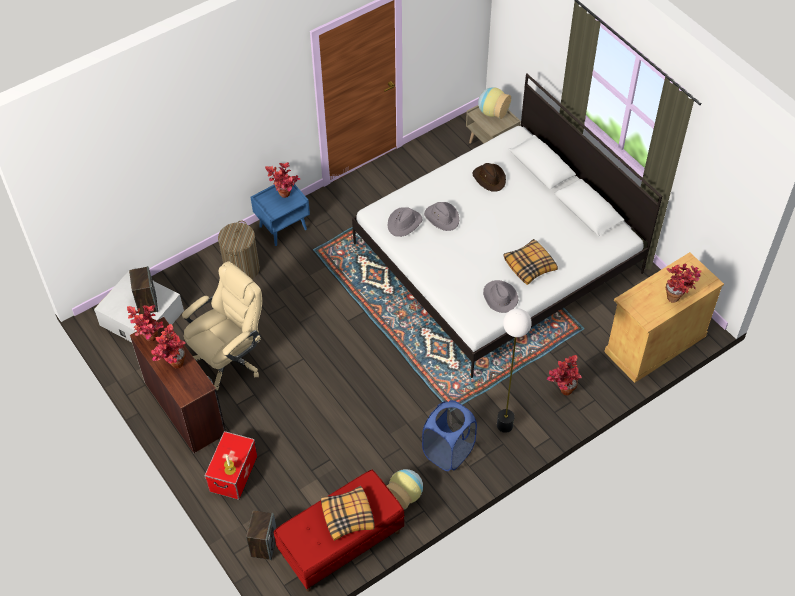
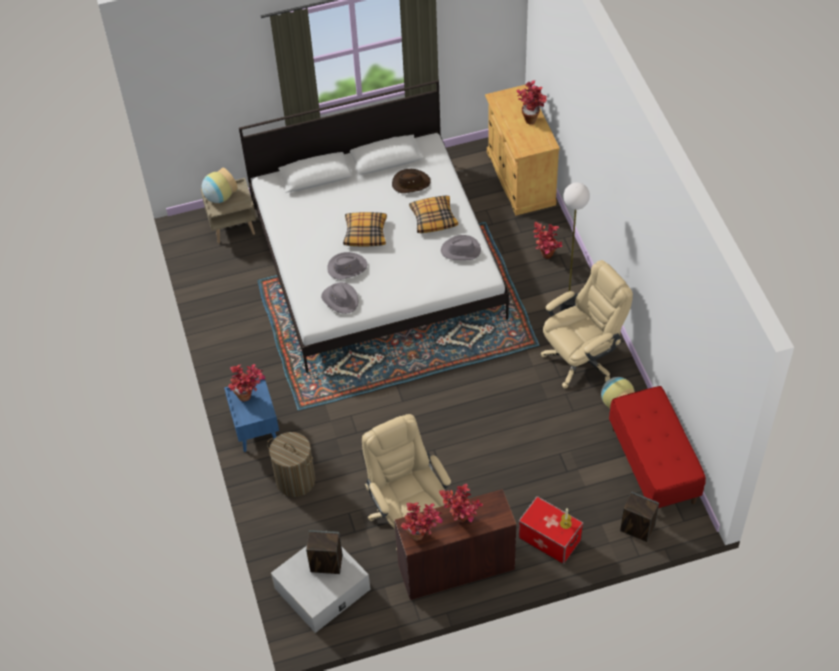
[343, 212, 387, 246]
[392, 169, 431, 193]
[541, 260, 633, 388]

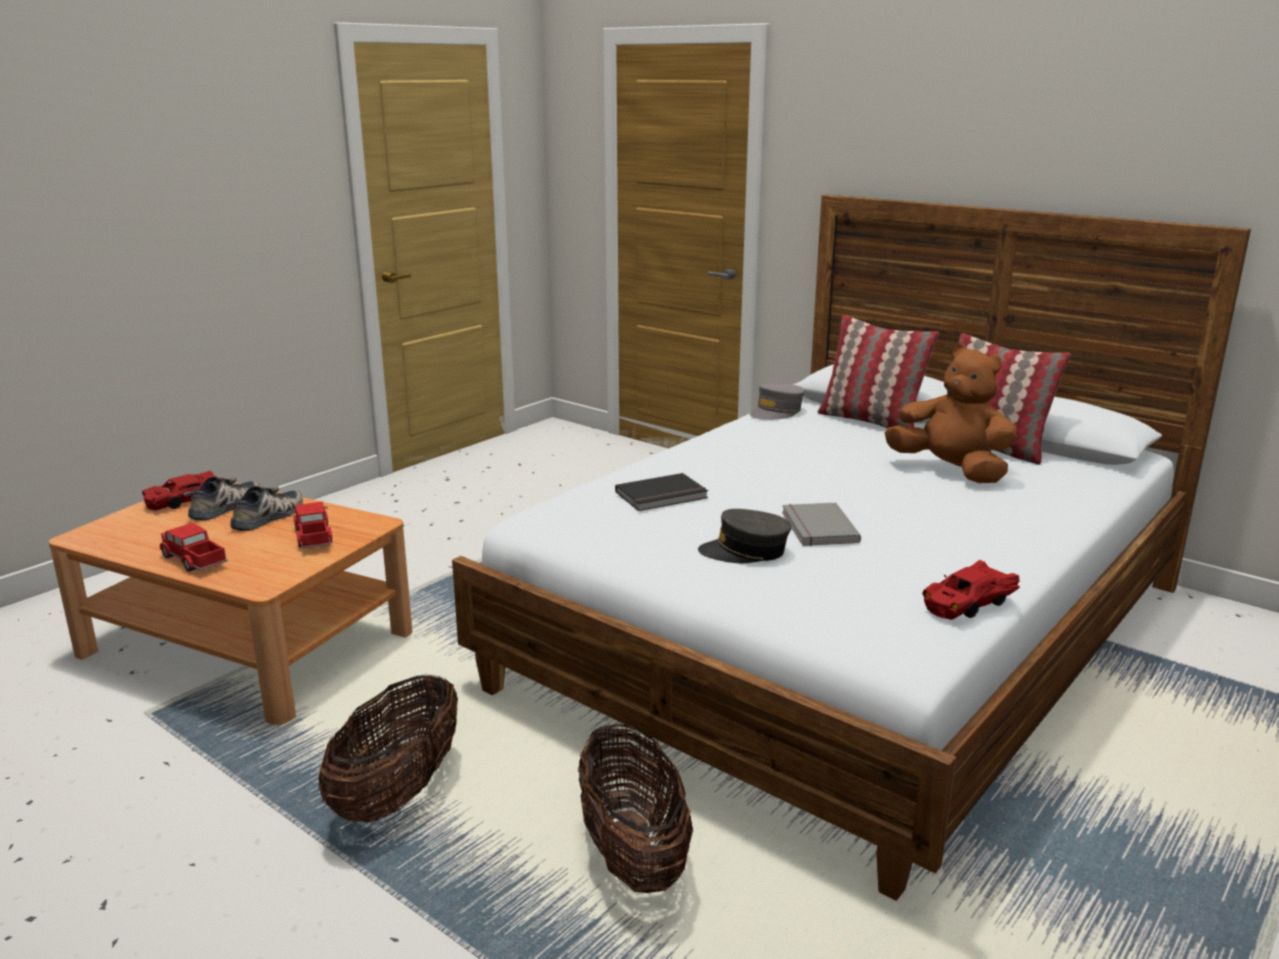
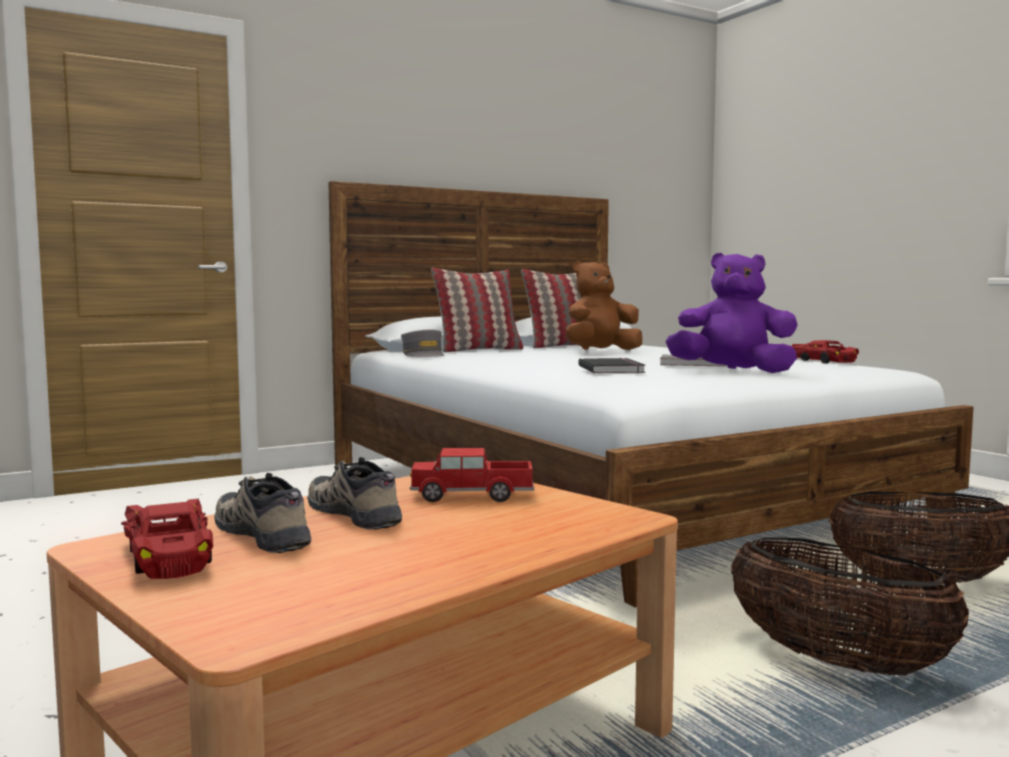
[666, 253, 798, 373]
[160, 523, 228, 572] (first image)

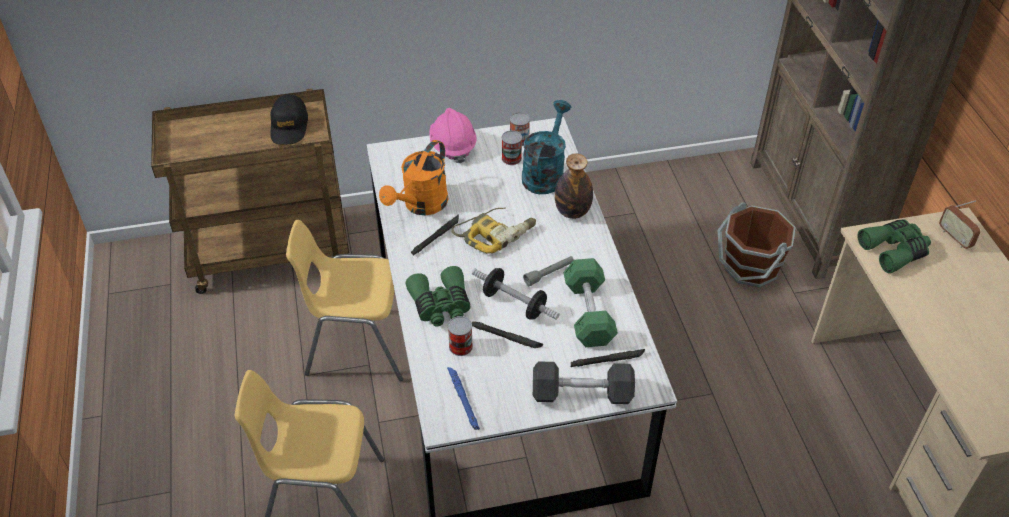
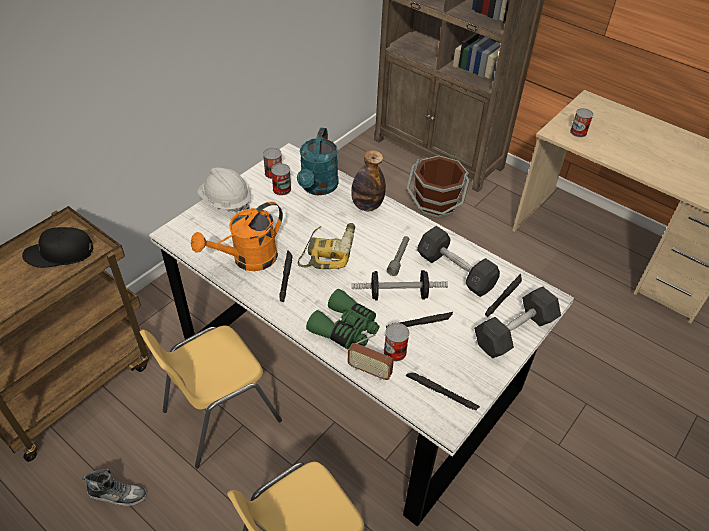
[22, 227, 93, 268]
[82, 469, 147, 506]
[191, 202, 283, 271]
[197, 168, 251, 212]
[297, 128, 339, 195]
[348, 334, 394, 380]
[406, 373, 480, 410]
[417, 226, 500, 297]
[570, 108, 593, 137]

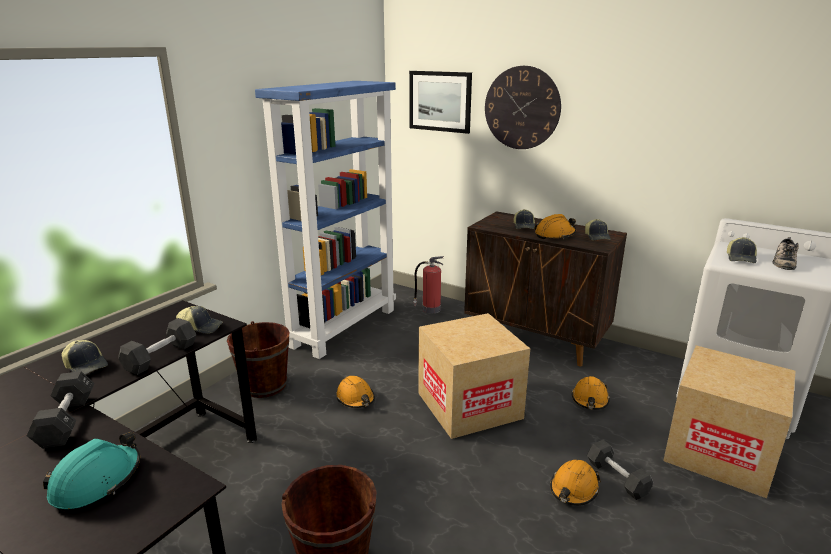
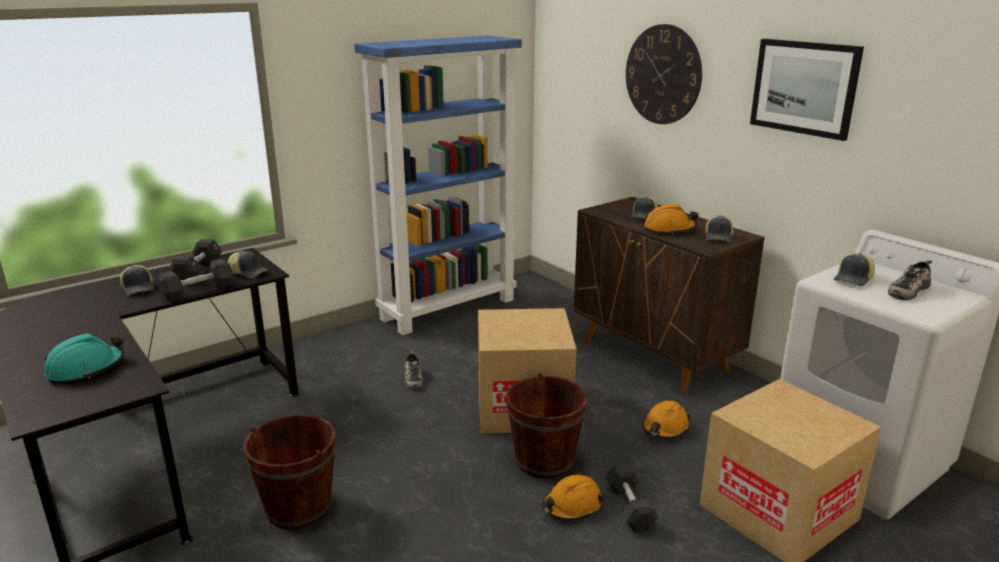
[169, 239, 222, 280]
[404, 351, 423, 390]
[506, 373, 587, 479]
[750, 39, 864, 141]
[413, 256, 444, 314] (first image)

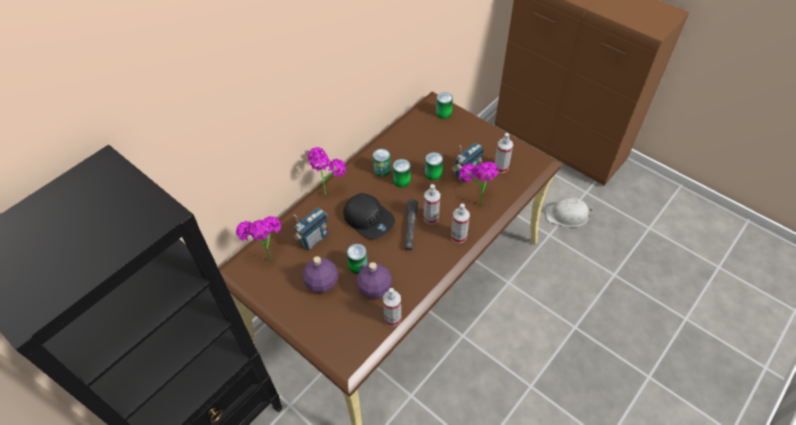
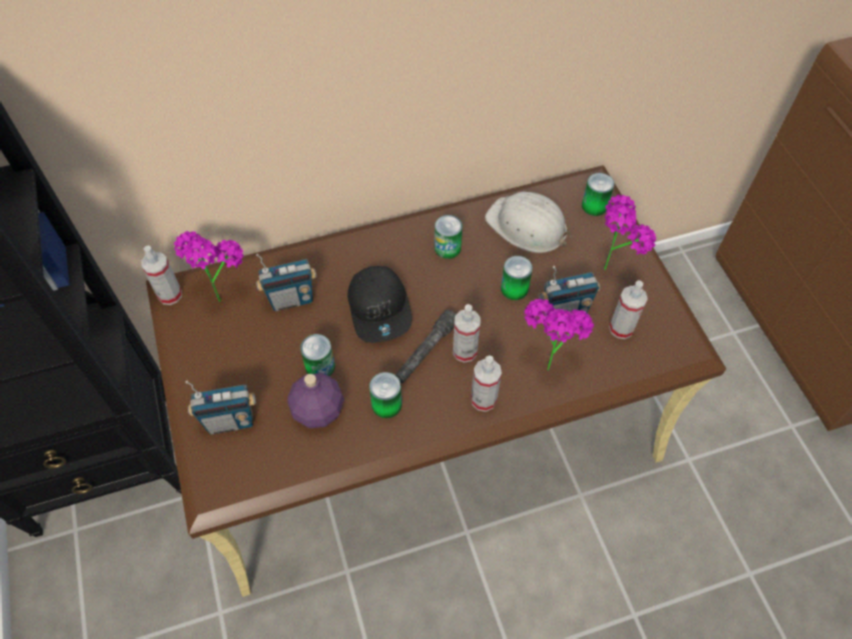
[141, 246, 182, 305]
[185, 381, 256, 435]
[369, 372, 402, 418]
[485, 192, 572, 253]
[604, 195, 656, 270]
[303, 256, 338, 293] (first image)

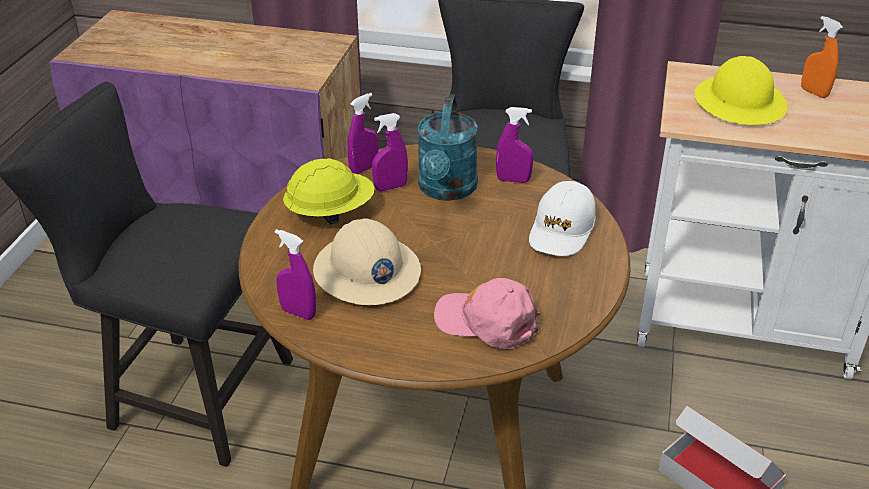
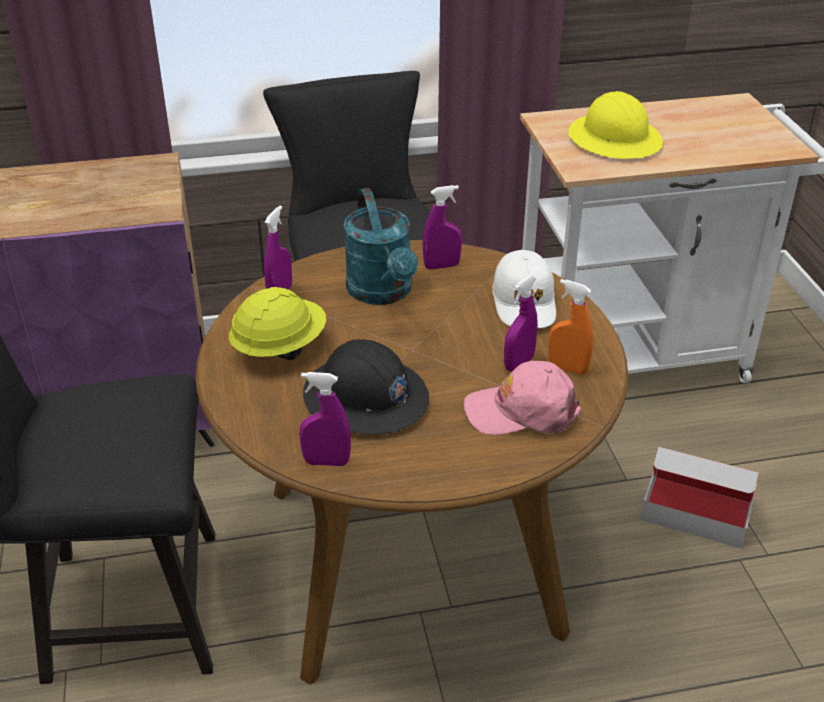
[303, 339, 429, 434]
[504, 276, 538, 371]
[548, 279, 594, 375]

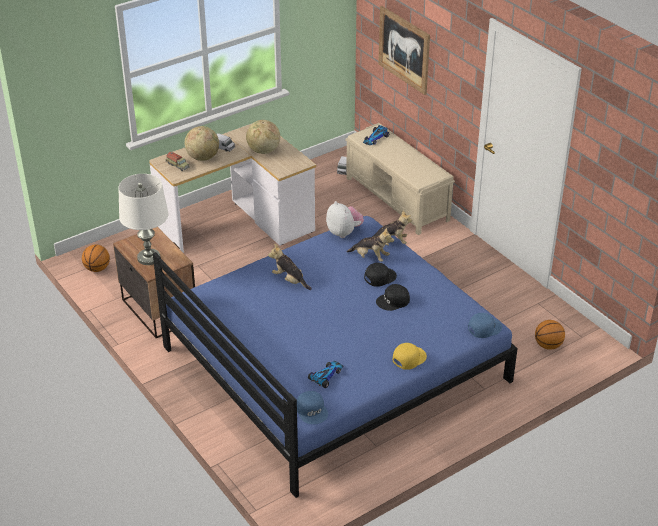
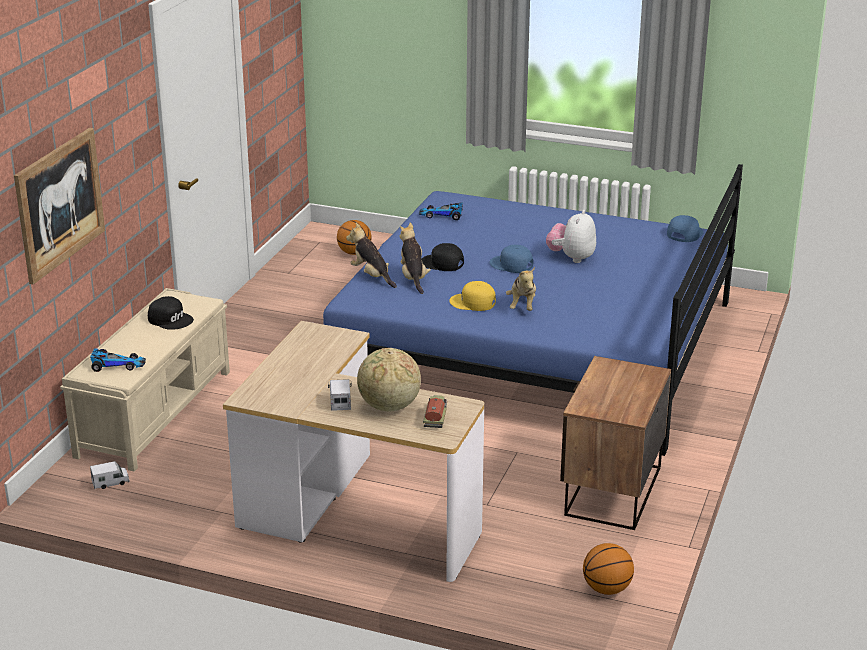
[148, 296, 194, 330]
[419, 202, 463, 220]
[449, 281, 496, 311]
[489, 245, 533, 273]
[546, 210, 596, 263]
[118, 174, 168, 265] (first image)
[246, 120, 280, 154] (first image)

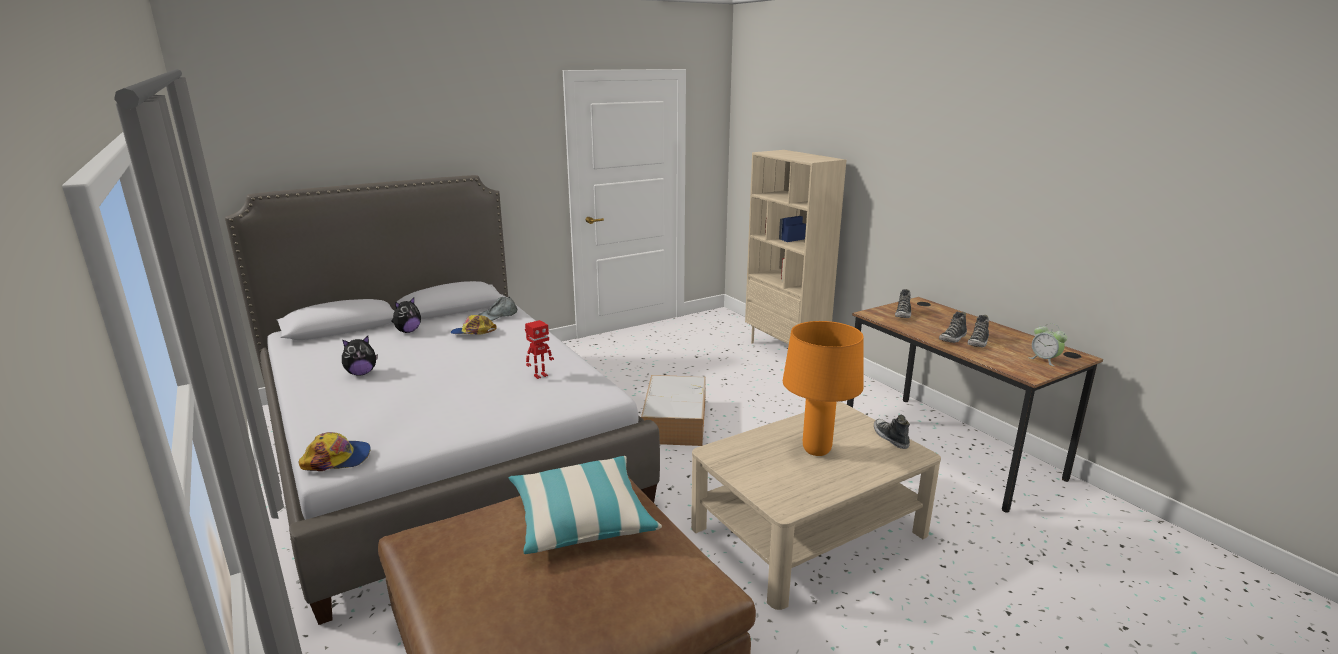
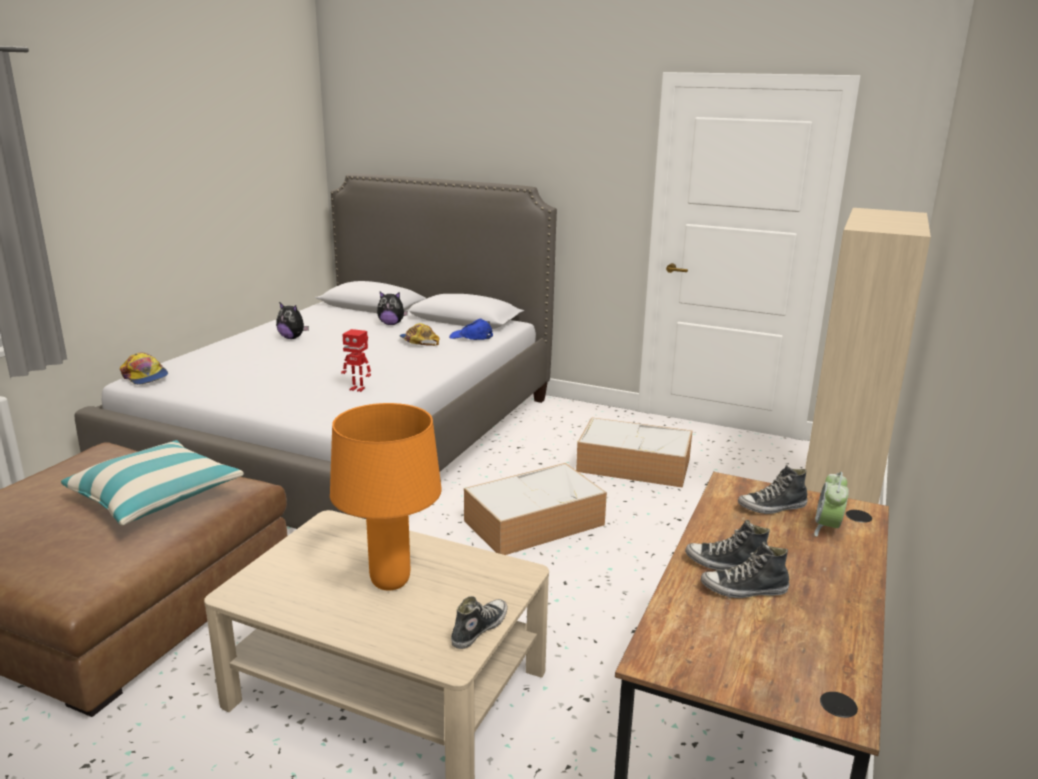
[449, 319, 493, 340]
[576, 417, 692, 488]
[814, 472, 849, 537]

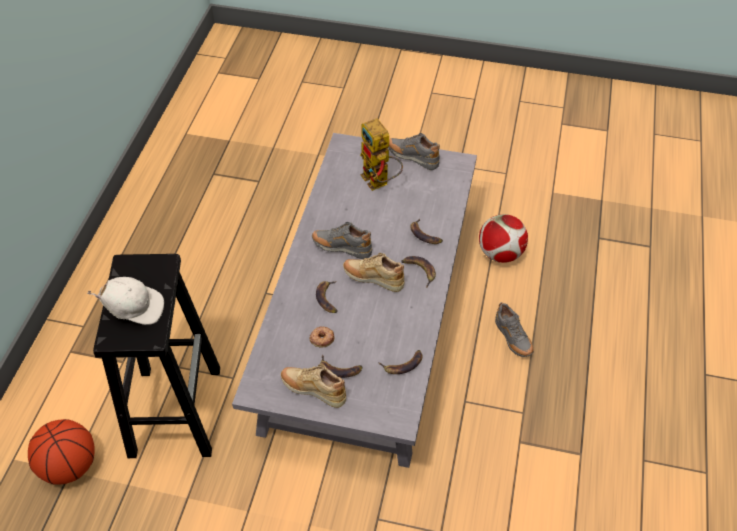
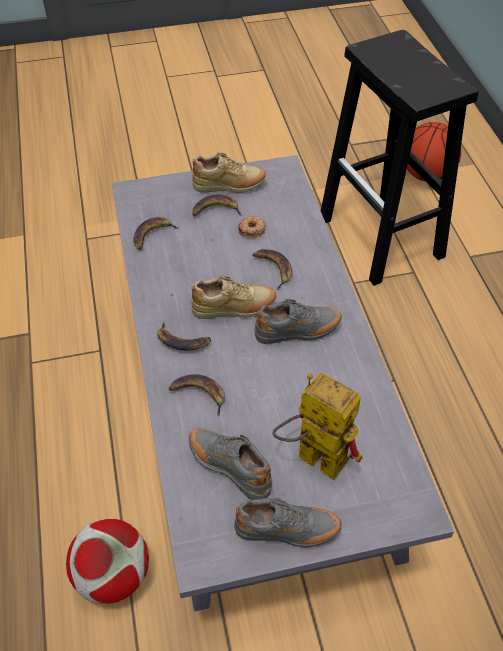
[189, 428, 272, 500]
[87, 277, 164, 325] (first image)

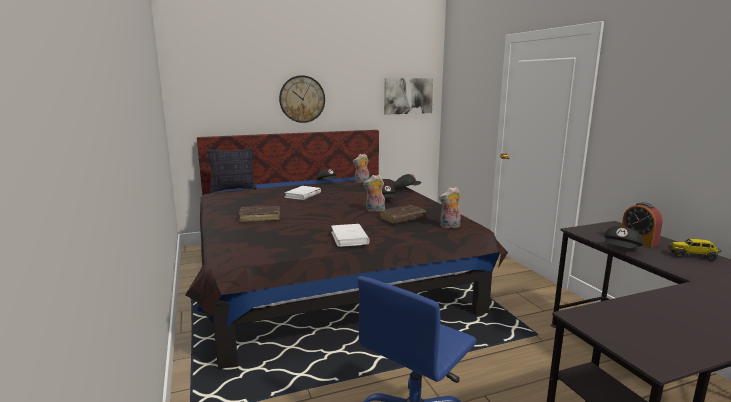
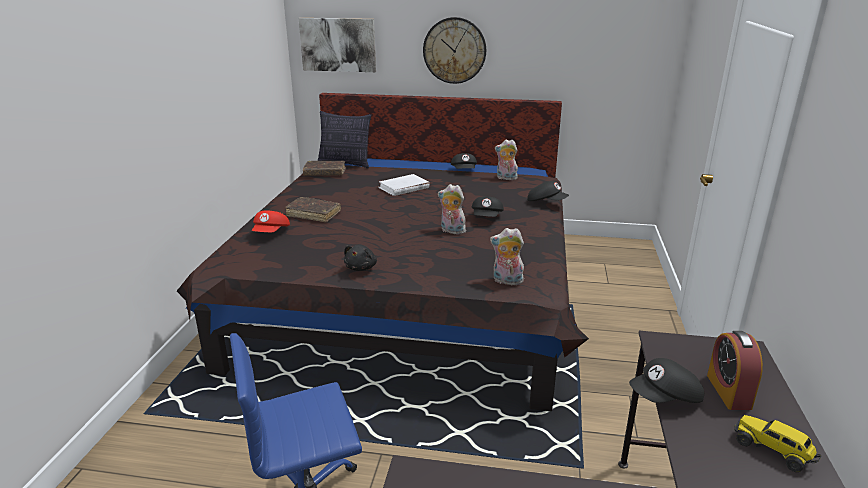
[252, 210, 290, 232]
[299, 18, 376, 72]
[303, 161, 346, 176]
[344, 245, 377, 271]

